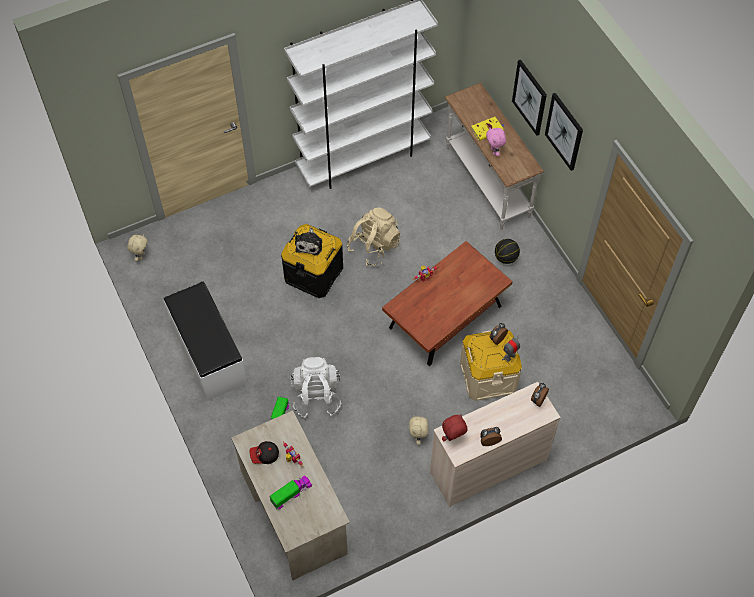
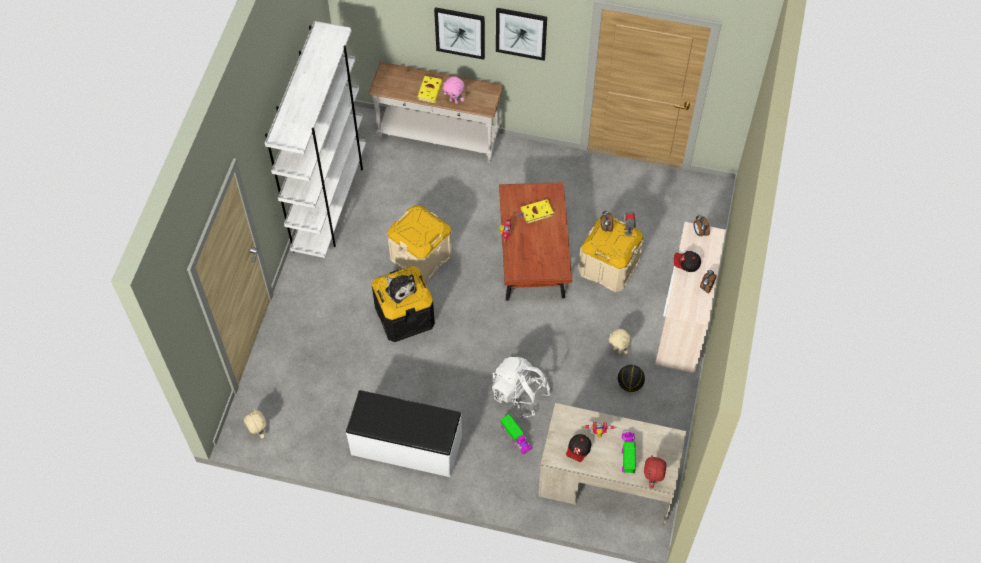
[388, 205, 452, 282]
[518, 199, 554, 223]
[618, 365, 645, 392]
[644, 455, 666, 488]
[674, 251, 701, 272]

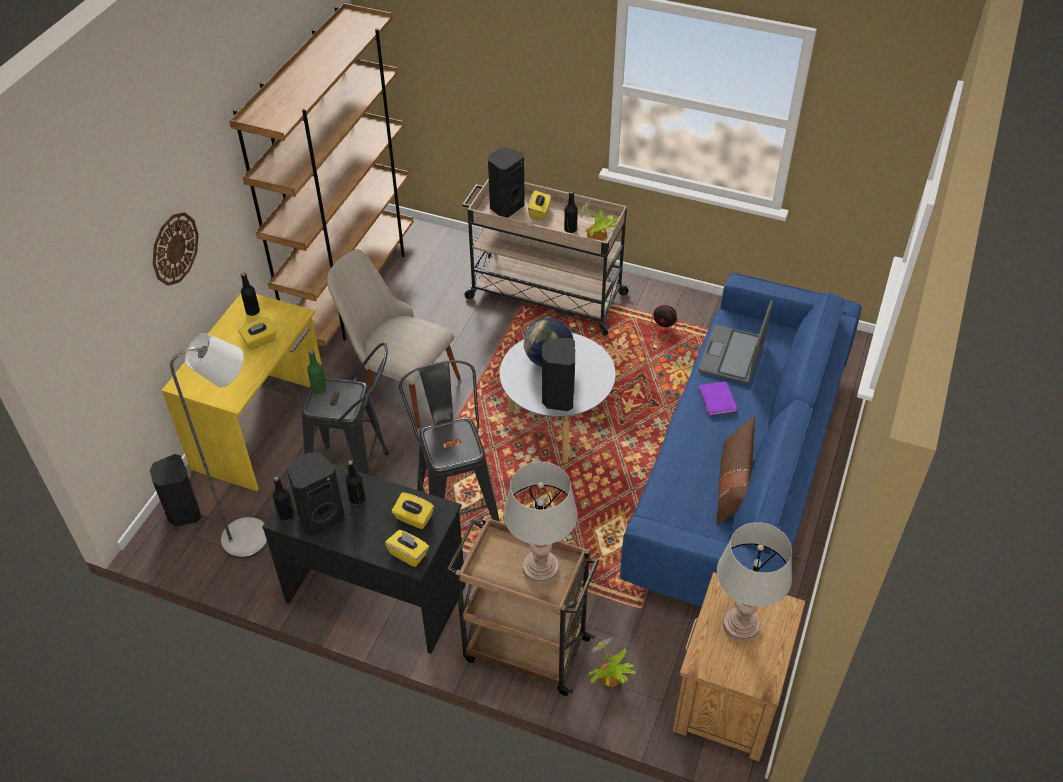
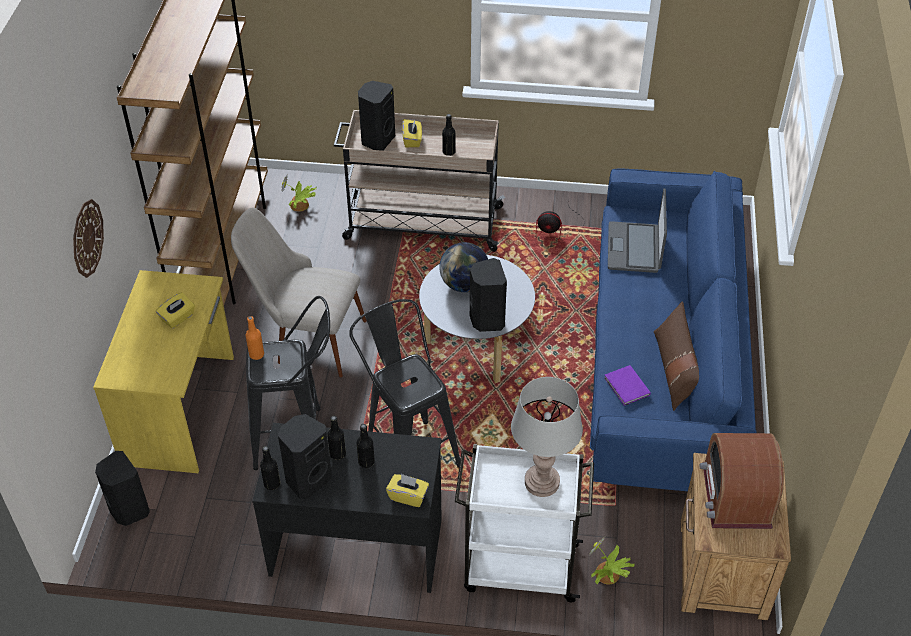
[246, 316, 264, 360]
[281, 175, 316, 212]
[357, 424, 375, 468]
[455, 444, 594, 602]
[604, 365, 651, 406]
[700, 433, 784, 529]
[170, 333, 268, 559] (first image)
[392, 492, 434, 529] (first image)

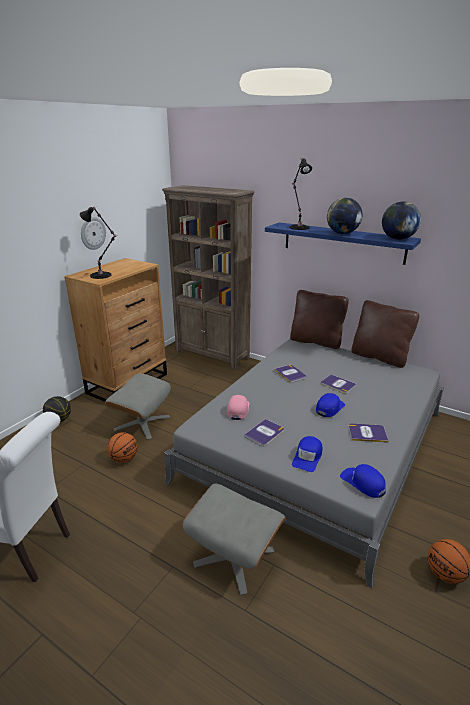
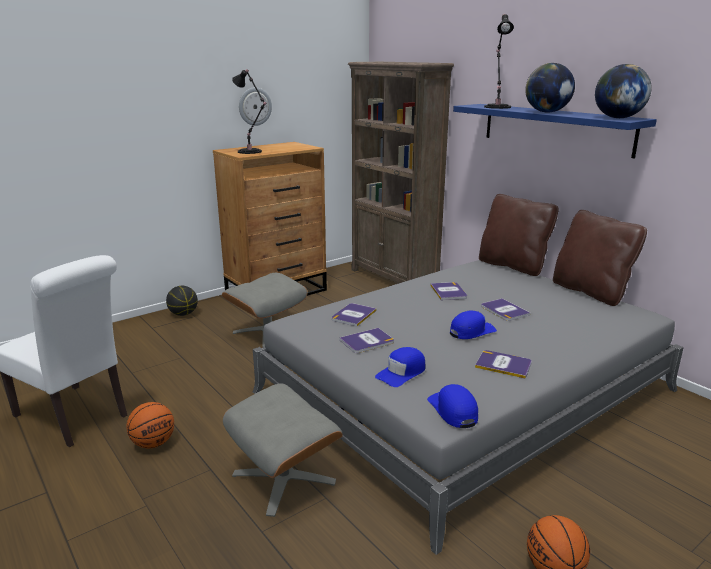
[127, 402, 174, 449]
[332, 303, 376, 326]

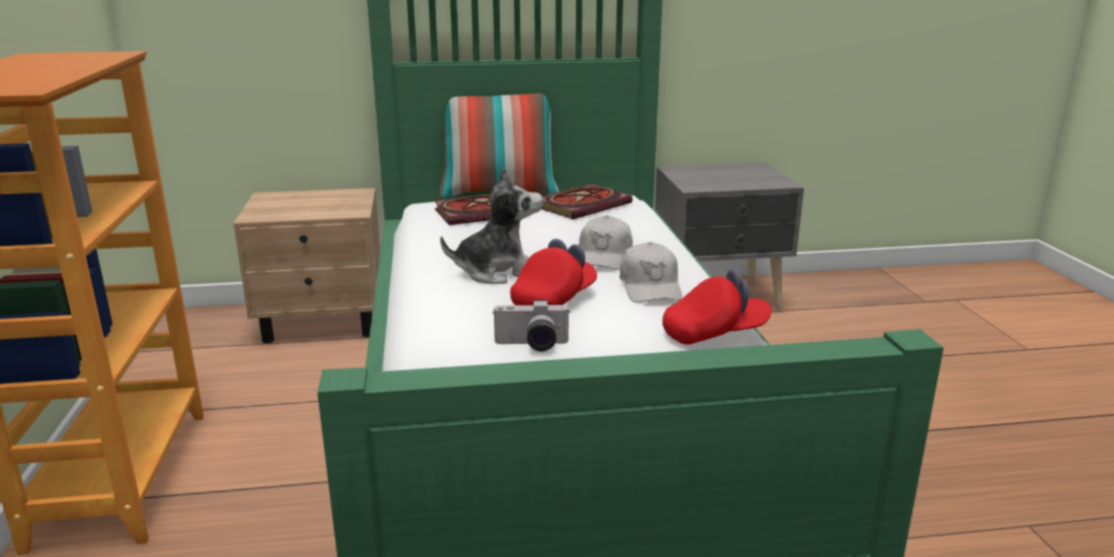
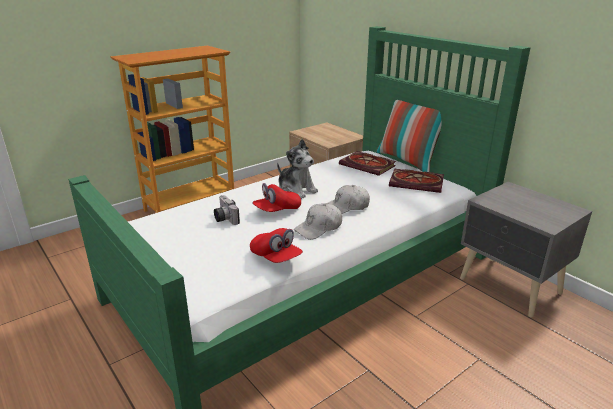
[252, 183, 301, 212]

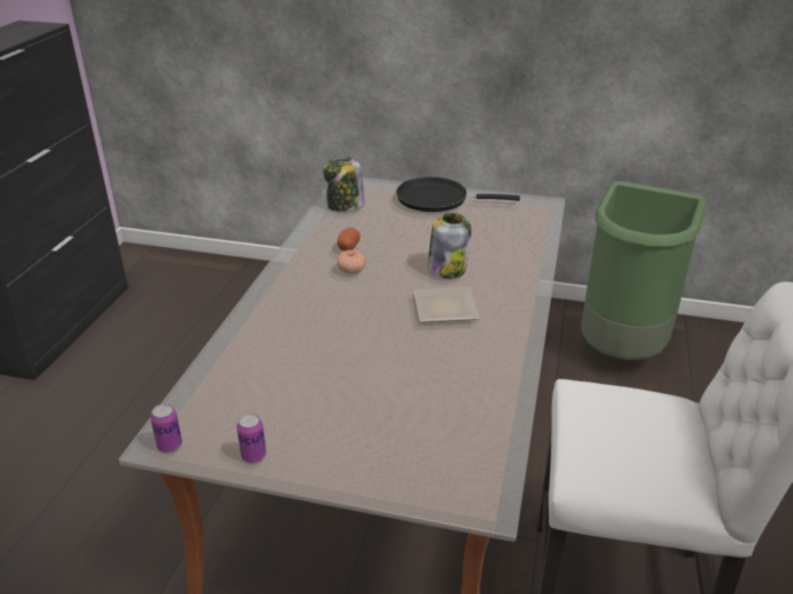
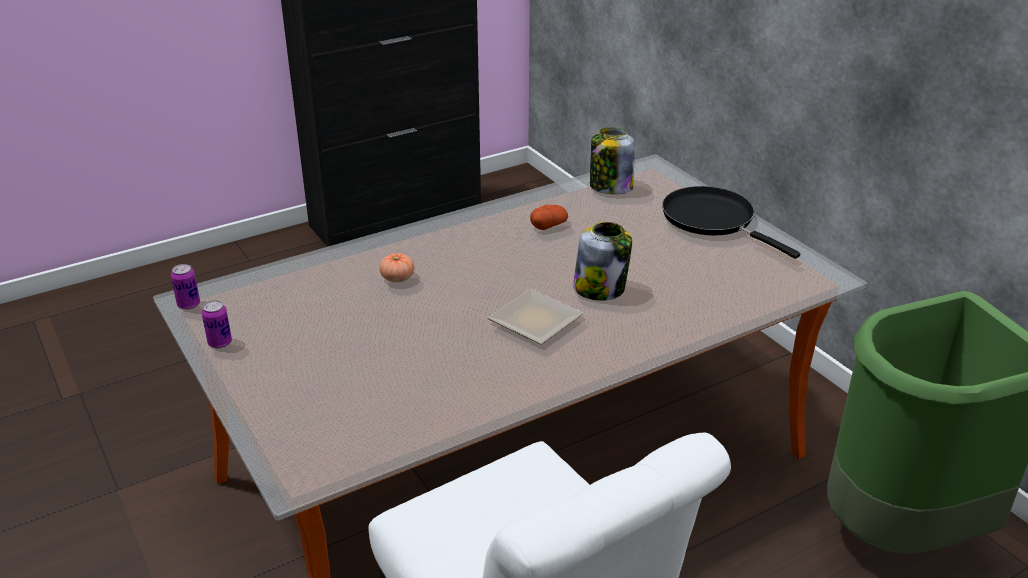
[379, 253, 414, 282]

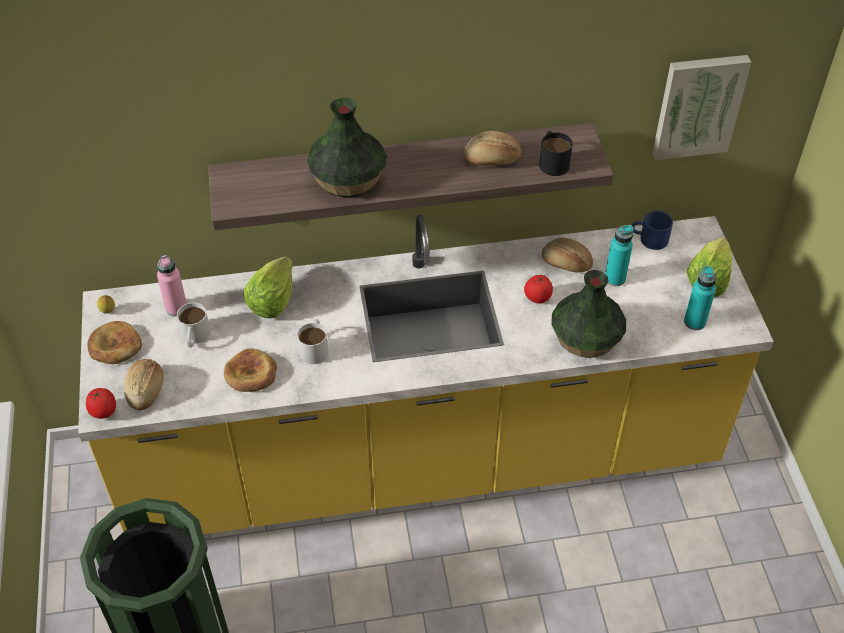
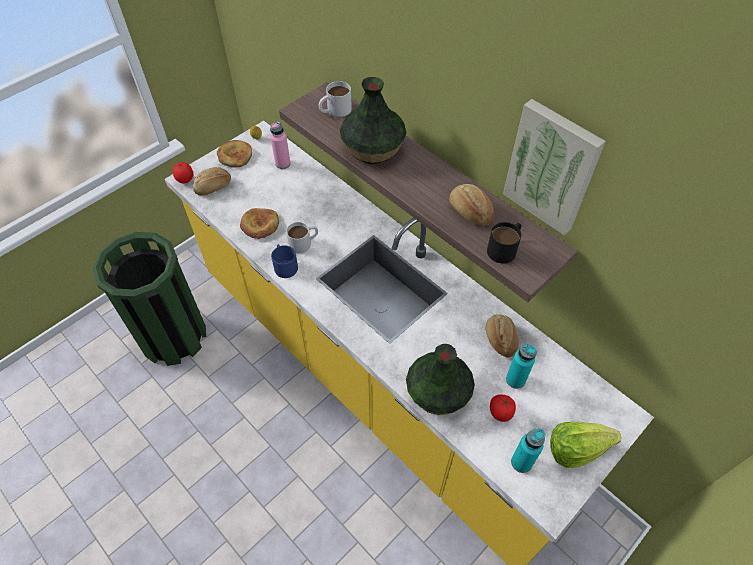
[271, 244, 298, 278]
[319, 81, 352, 117]
[490, 395, 516, 422]
[503, 99, 606, 235]
[243, 256, 293, 318] (first image)

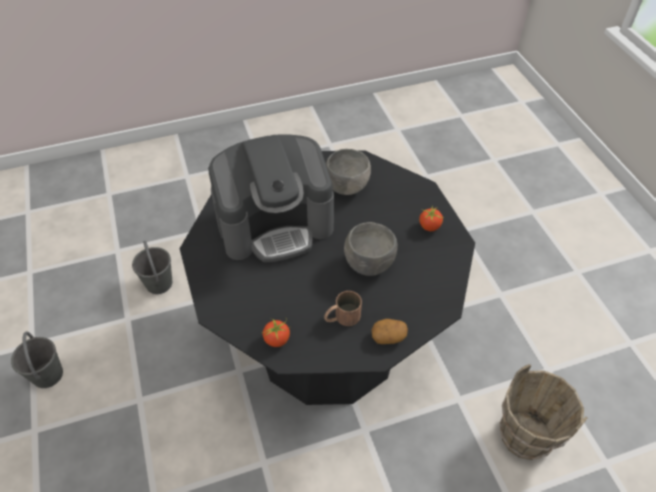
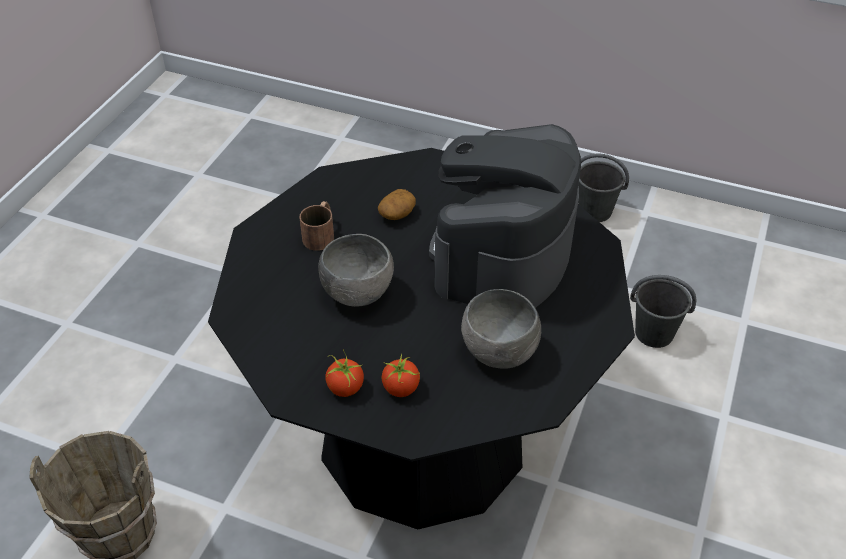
[378, 189, 416, 220]
[382, 353, 420, 397]

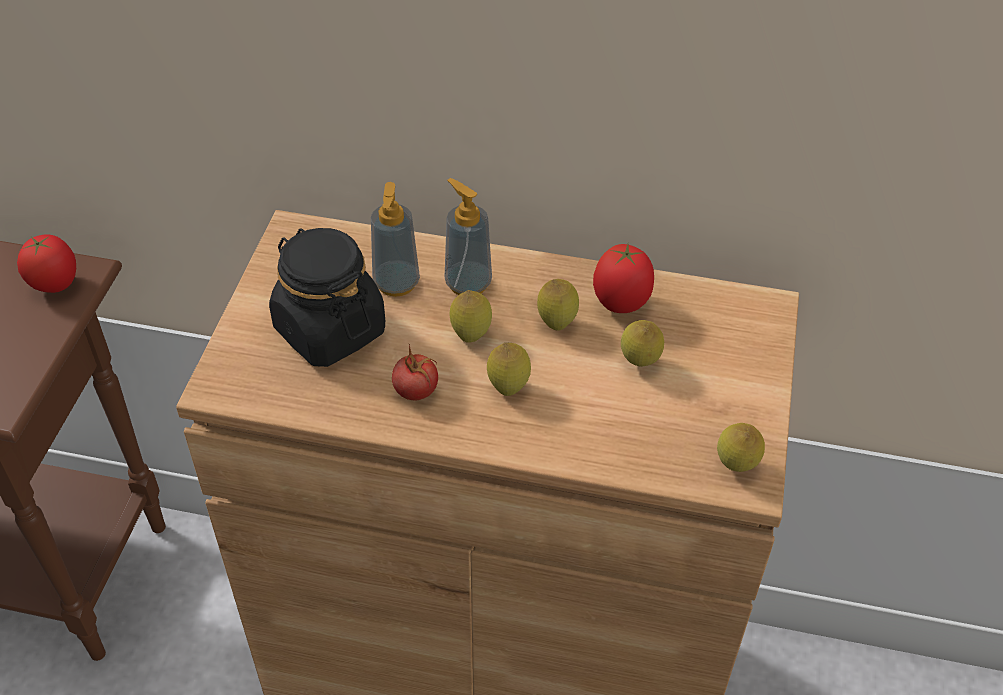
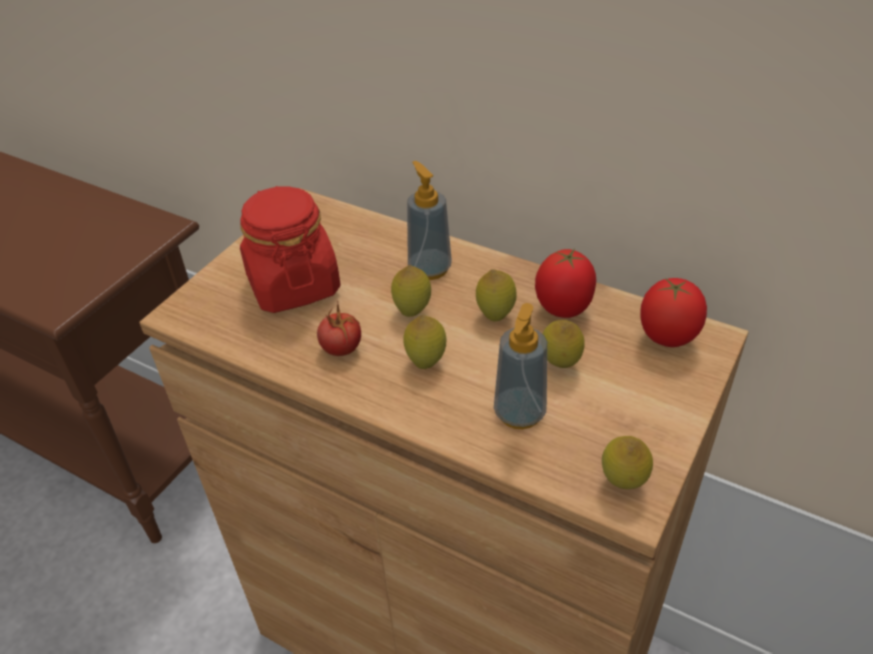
[240, 186, 341, 313]
[494, 303, 547, 429]
[641, 277, 707, 347]

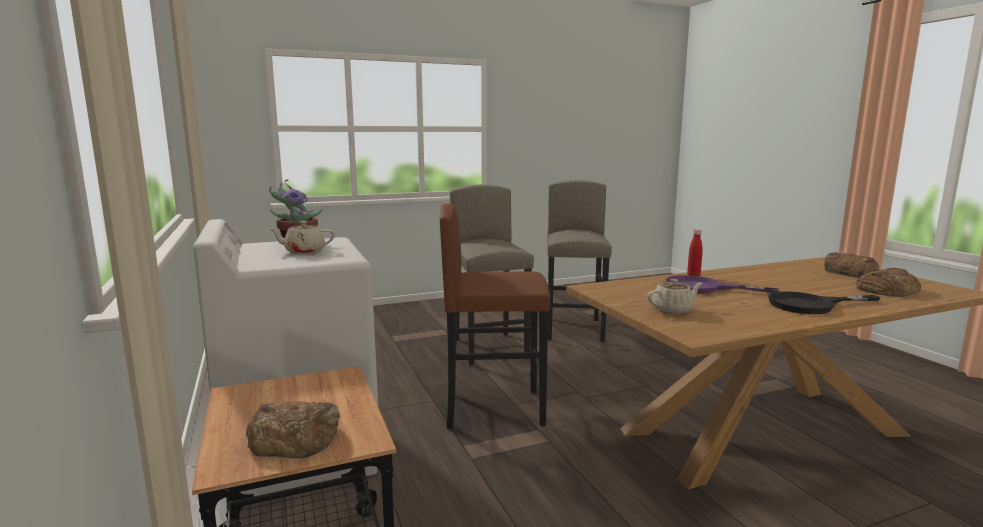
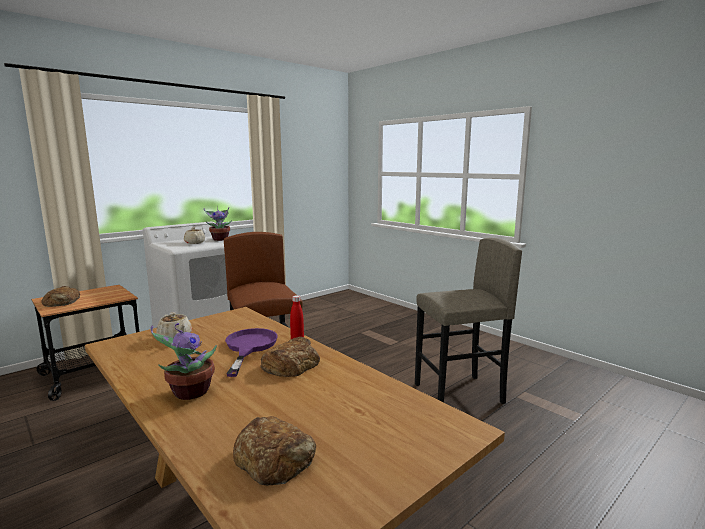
[150, 323, 217, 400]
[260, 337, 320, 377]
[450, 185, 534, 365] (first image)

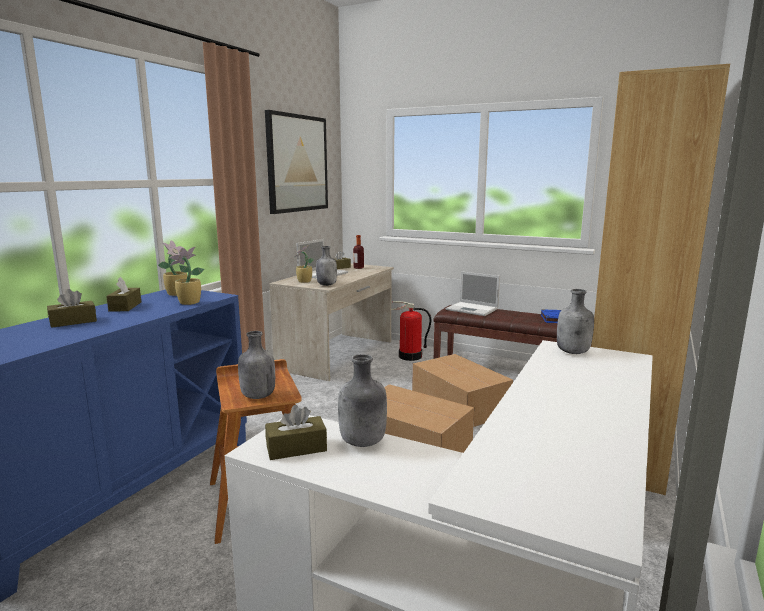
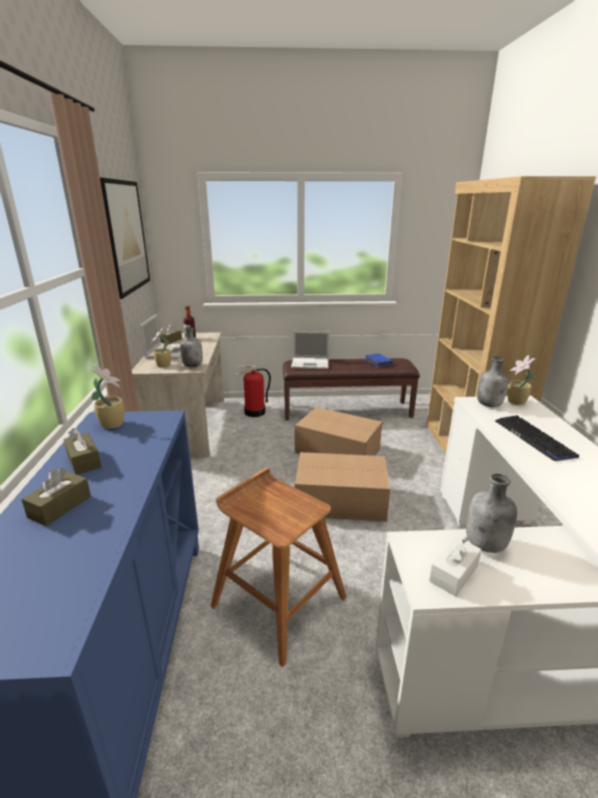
[429, 536, 482, 597]
[495, 415, 579, 461]
[507, 355, 537, 405]
[238, 331, 275, 399] (first image)

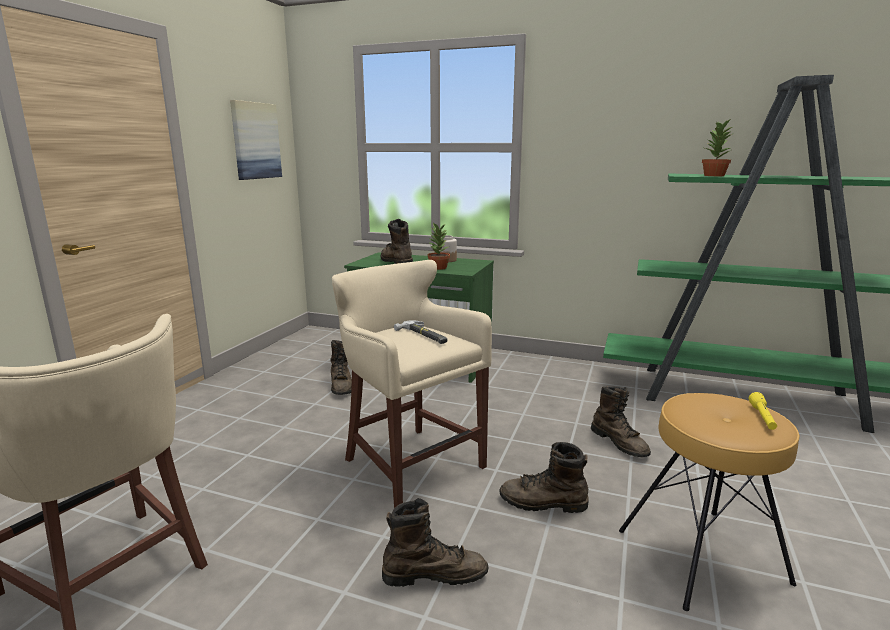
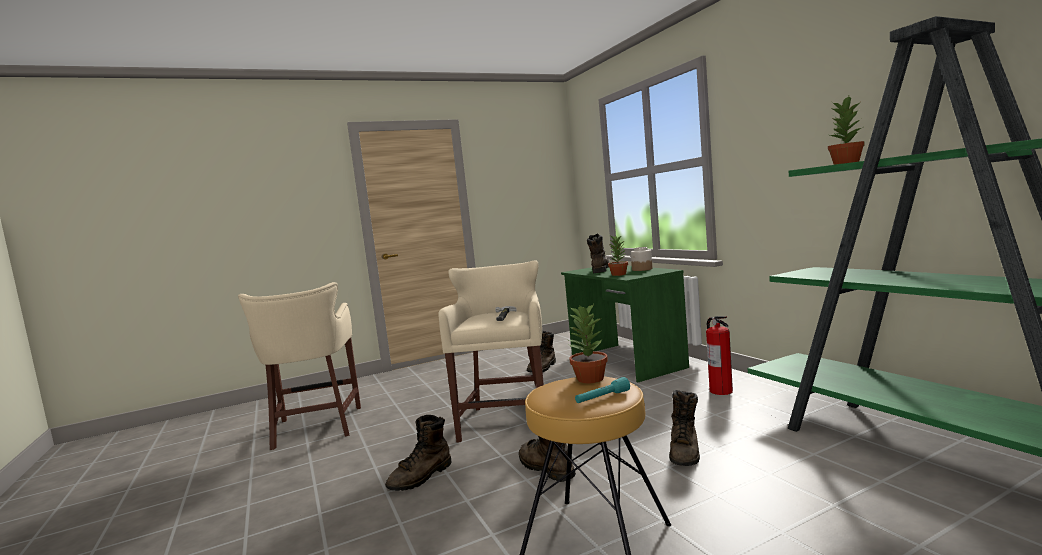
[385, 415, 452, 491]
[567, 304, 608, 383]
[575, 377, 630, 403]
[706, 316, 733, 395]
[230, 100, 282, 180] (first image)

